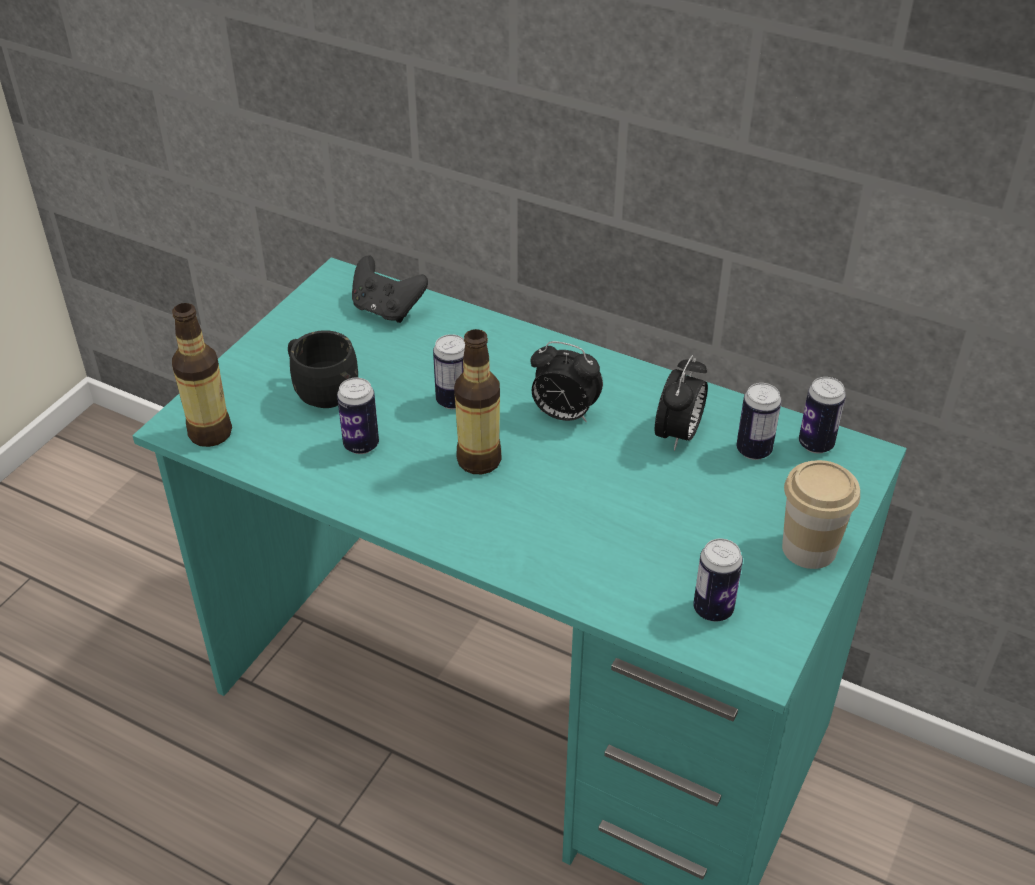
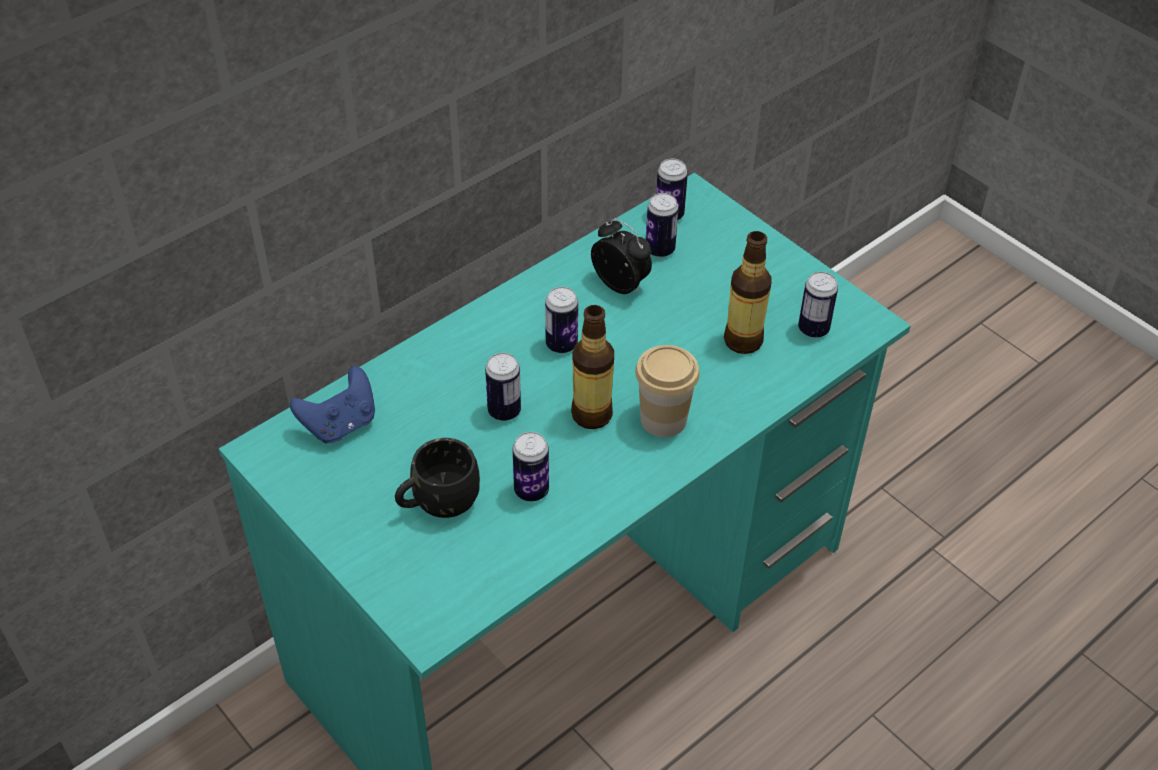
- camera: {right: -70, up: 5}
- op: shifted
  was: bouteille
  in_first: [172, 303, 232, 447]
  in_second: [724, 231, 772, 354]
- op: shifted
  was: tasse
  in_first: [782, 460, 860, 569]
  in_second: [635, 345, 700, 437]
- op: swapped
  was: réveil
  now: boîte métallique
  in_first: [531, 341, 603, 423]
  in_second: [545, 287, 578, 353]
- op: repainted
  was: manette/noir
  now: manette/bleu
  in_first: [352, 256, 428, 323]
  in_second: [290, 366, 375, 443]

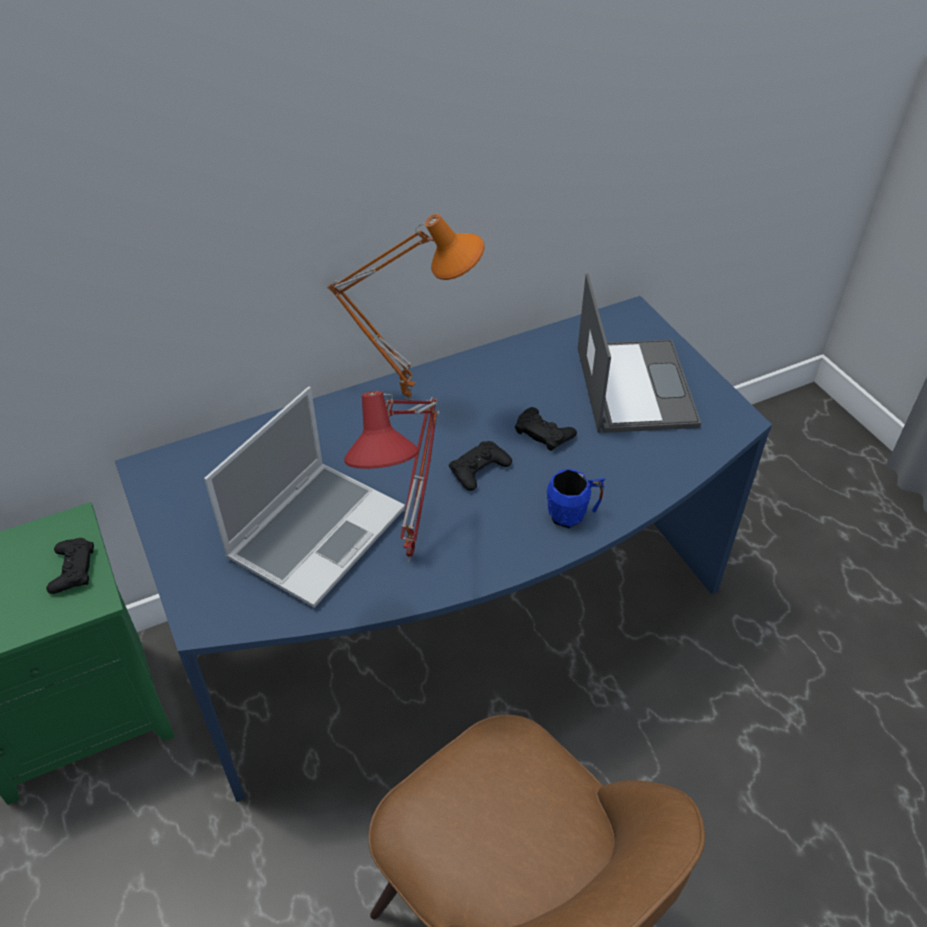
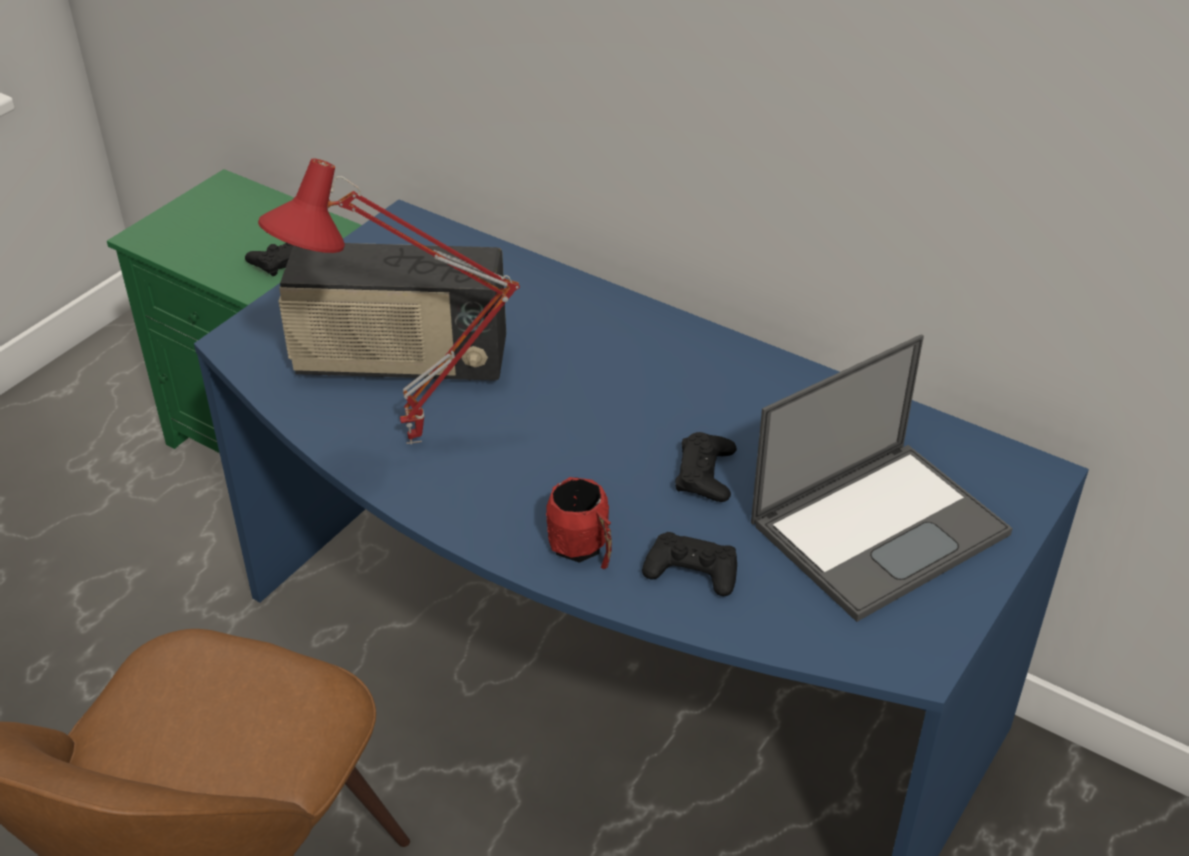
- camera: {right: 60, up: -5}
- op: gone
  was: lampe de table/orange
  in_first: [328, 214, 485, 400]
- op: shifted
  was: manette/noir
  in_first: [449, 441, 512, 491]
  in_second: [642, 532, 737, 596]
- op: swapped
  was: ordinateur portable
  now: radio
  in_first: [204, 386, 405, 608]
  in_second: [279, 243, 506, 381]
- op: repainted
  was: mug/bleu
  now: mug/rouge
  in_first: [547, 469, 605, 528]
  in_second: [546, 477, 612, 569]

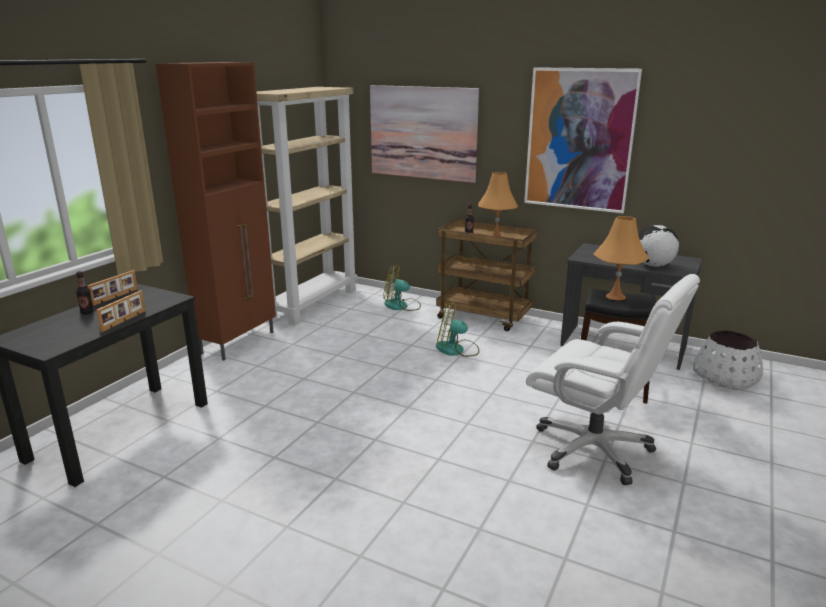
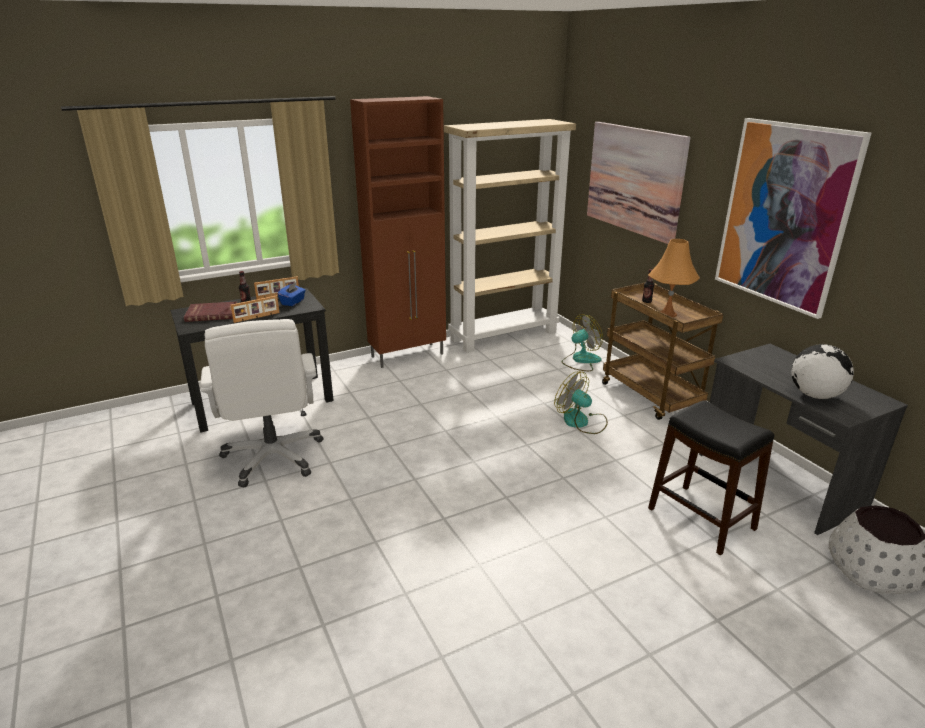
- camera: {right: 35, up: 5}
- op: gone
  was: lampe de table/orange
  in_first: [593, 216, 649, 301]
- op: new
  now: livre/rouge
  in_second: [184, 301, 237, 322]
- op: new
  now: boîte à mouchoirs/bleu
  in_second: [278, 282, 306, 306]
- op: shifted
  was: chaise de bureau/blanc
  in_first: [526, 274, 700, 485]
  in_second: [200, 319, 324, 488]
- op: rotated
  was: ventilateur
  in_first: [383, 265, 421, 311]
  in_second: [562, 314, 603, 371]
  clockwise: 105

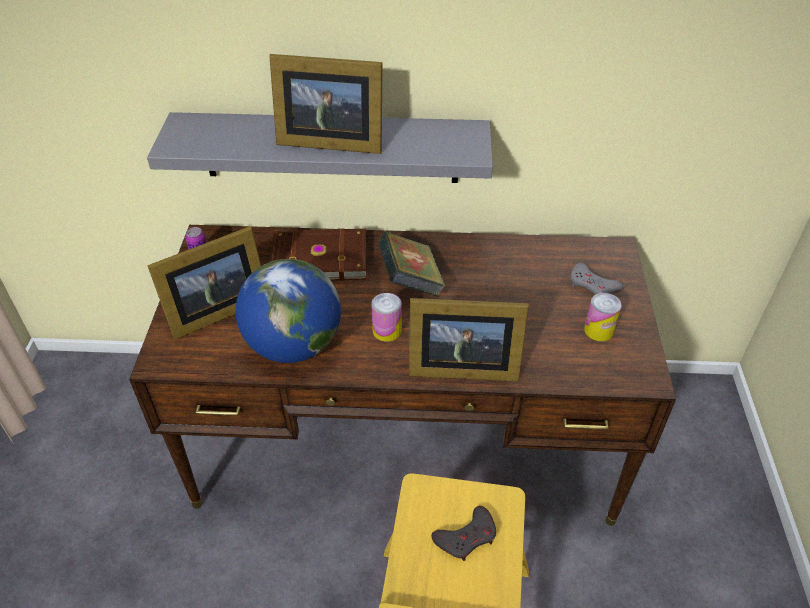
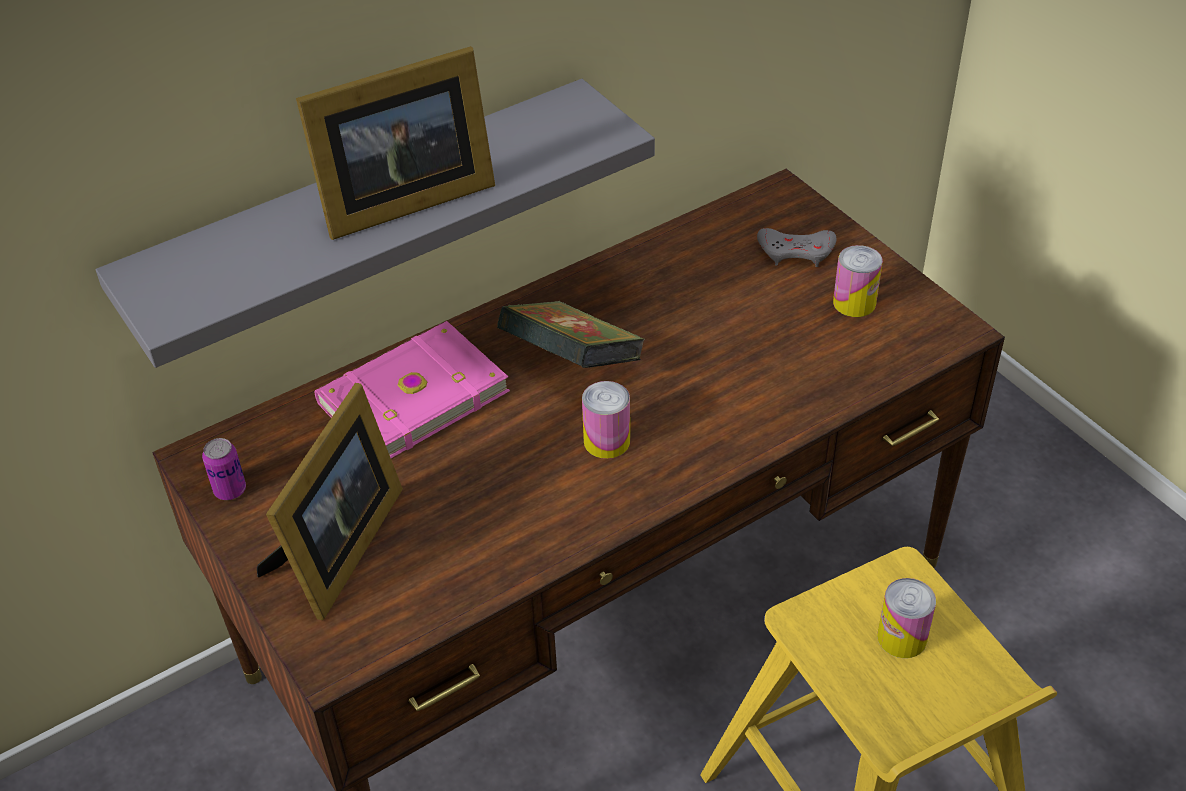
- camera: {right: -35, up: 0}
- op: gone
  was: globe
  in_first: [235, 259, 341, 363]
- op: gone
  was: cadre photo
  in_first: [409, 298, 529, 382]
- op: swapped
  was: manette/gris
  now: boîte métallique
  in_first: [431, 506, 496, 561]
  in_second: [877, 578, 936, 658]
- op: repainted
  was: livre/marron
  now: livre/rose
  in_first: [270, 228, 366, 281]
  in_second: [315, 321, 510, 458]

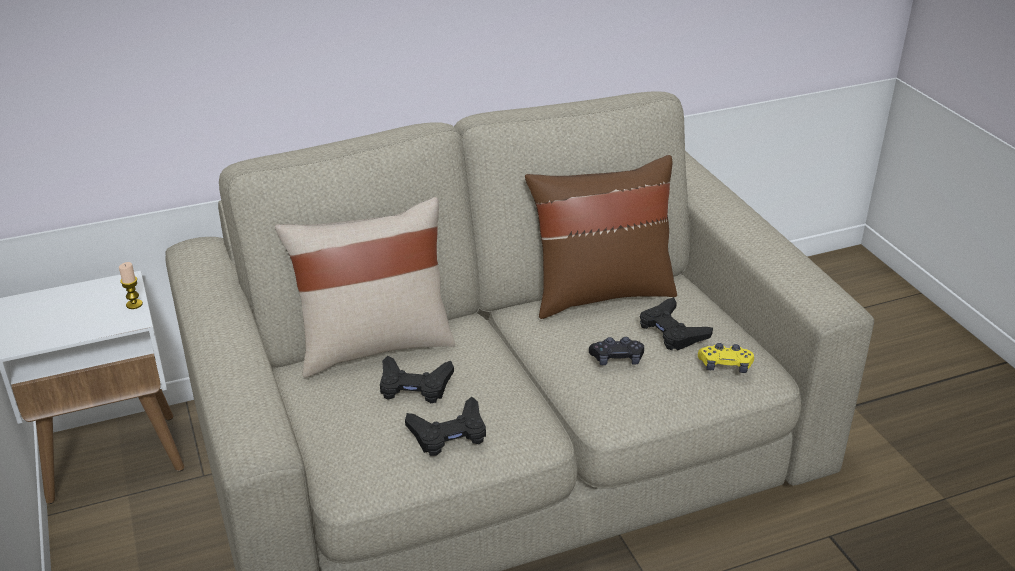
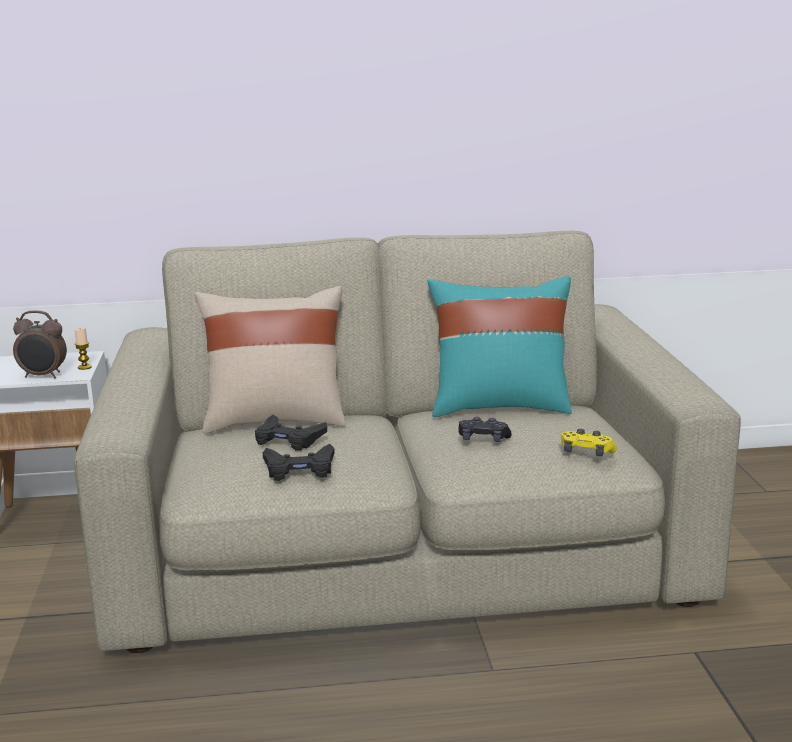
- camera: {right: 15, up: -15}
- op: gone
  was: manette/noir
  in_first: [640, 297, 713, 350]
- op: new
  now: réveil
  in_second: [13, 311, 67, 378]
- op: repainted
  was: coussin/marron
  now: coussin/turquoise
  in_first: [525, 155, 677, 319]
  in_second: [428, 276, 572, 417]

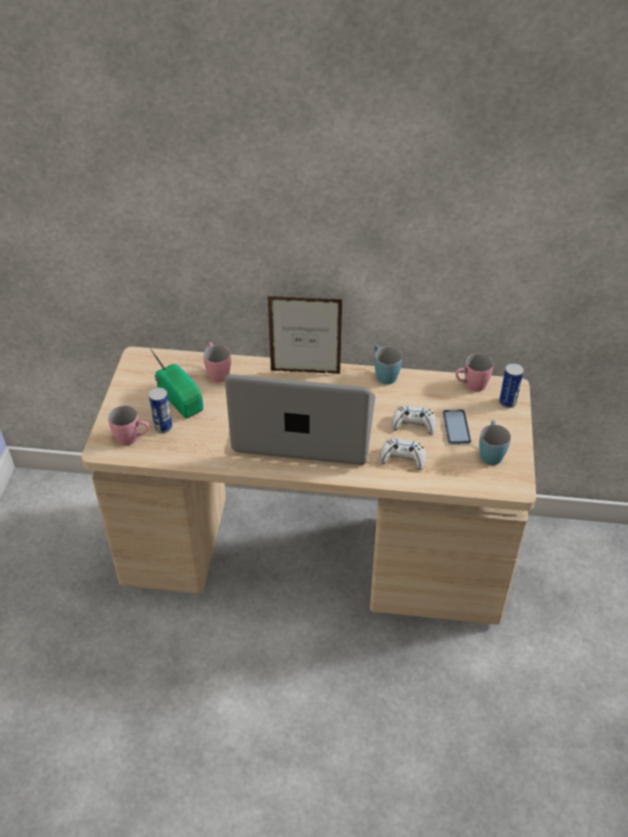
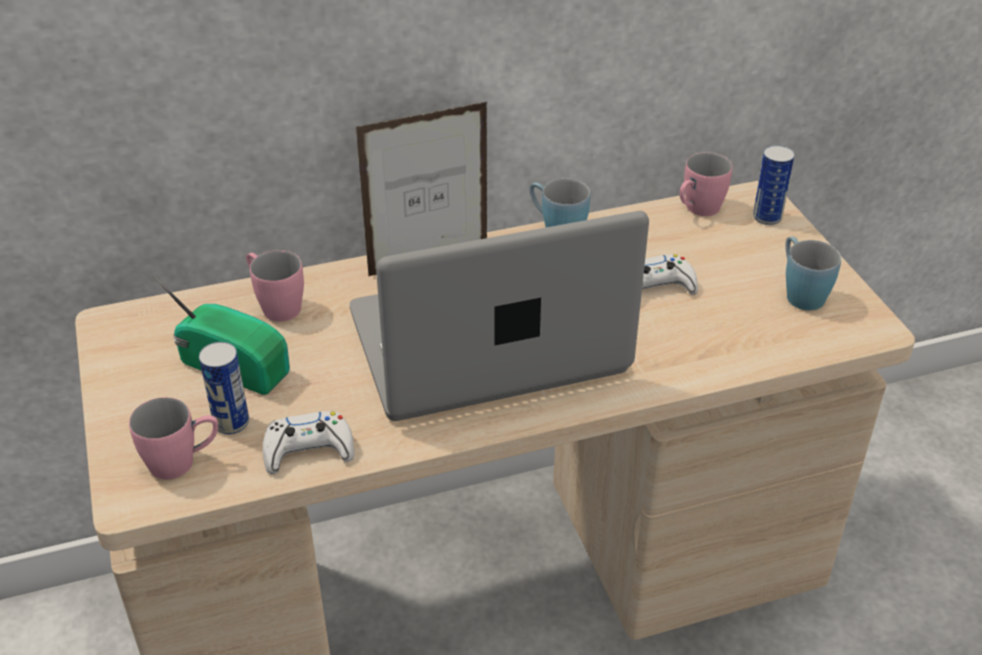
- camera: {right: -25, up: -5}
- op: gone
  was: téléphone
  in_first: [443, 409, 471, 445]
- op: shifted
  was: manette/blanc
  in_first: [379, 438, 426, 470]
  in_second: [263, 411, 354, 474]

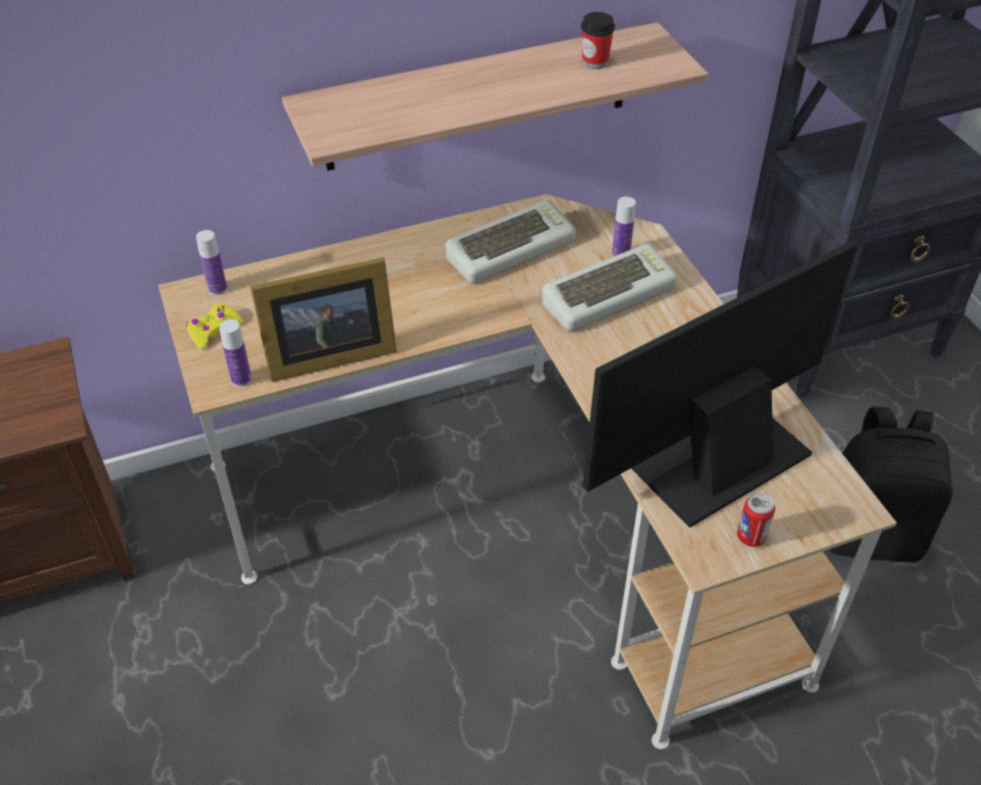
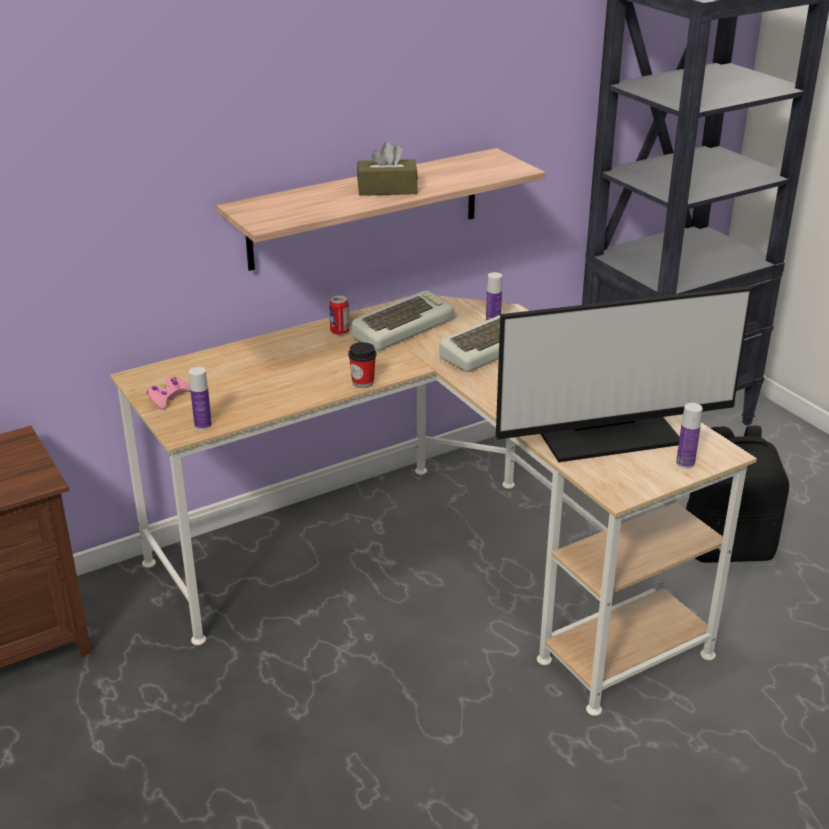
- camera: {right: -10, up: -15}
- op: gone
  was: cadre photo
  in_first: [250, 257, 397, 382]
- op: new
  now: boîte à mouchoirs/marron
  in_second: [357, 142, 418, 196]
- op: shifted
  was: bouteille
  in_first: [196, 230, 227, 295]
  in_second: [676, 403, 703, 468]
- op: shifted
  was: tasse
  in_first: [581, 12, 615, 69]
  in_second: [348, 342, 376, 388]
- op: shifted
  was: boîte métallique
  in_first: [737, 493, 775, 547]
  in_second: [329, 296, 349, 335]
- op: repainted
  was: manette/jaune
  now: manette/rose
  in_first: [186, 303, 243, 349]
  in_second: [147, 376, 190, 410]
- op: rotated
  was: écran d'ordinateur
  in_first: [582, 240, 857, 528]
  in_second: [496, 286, 752, 462]
  clockwise: -150

